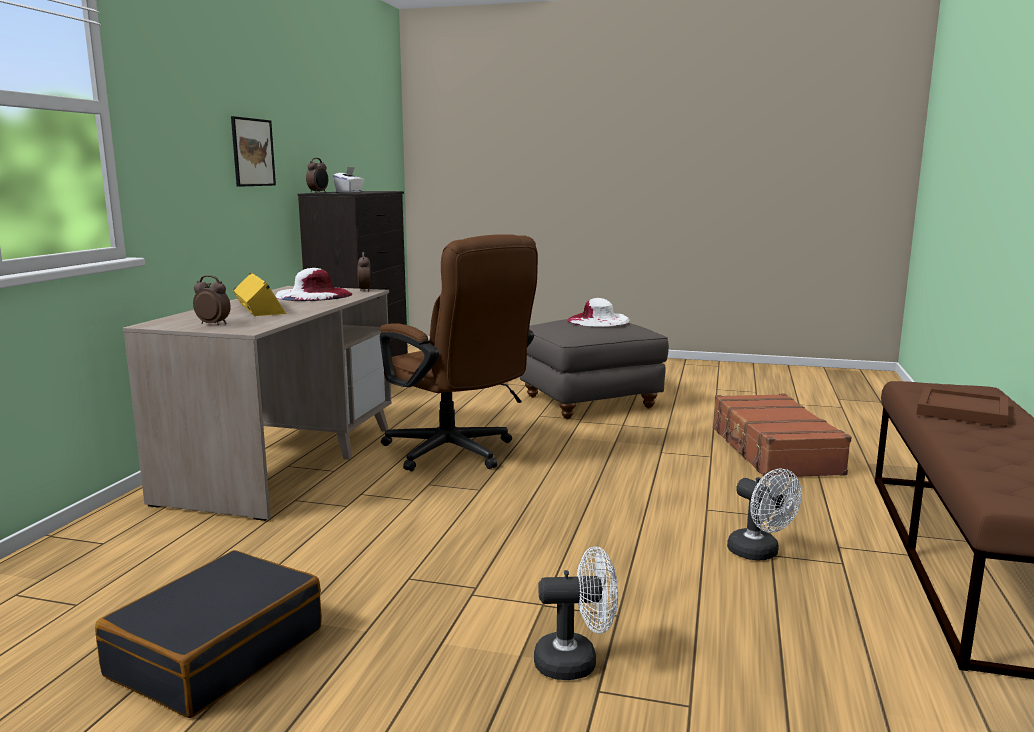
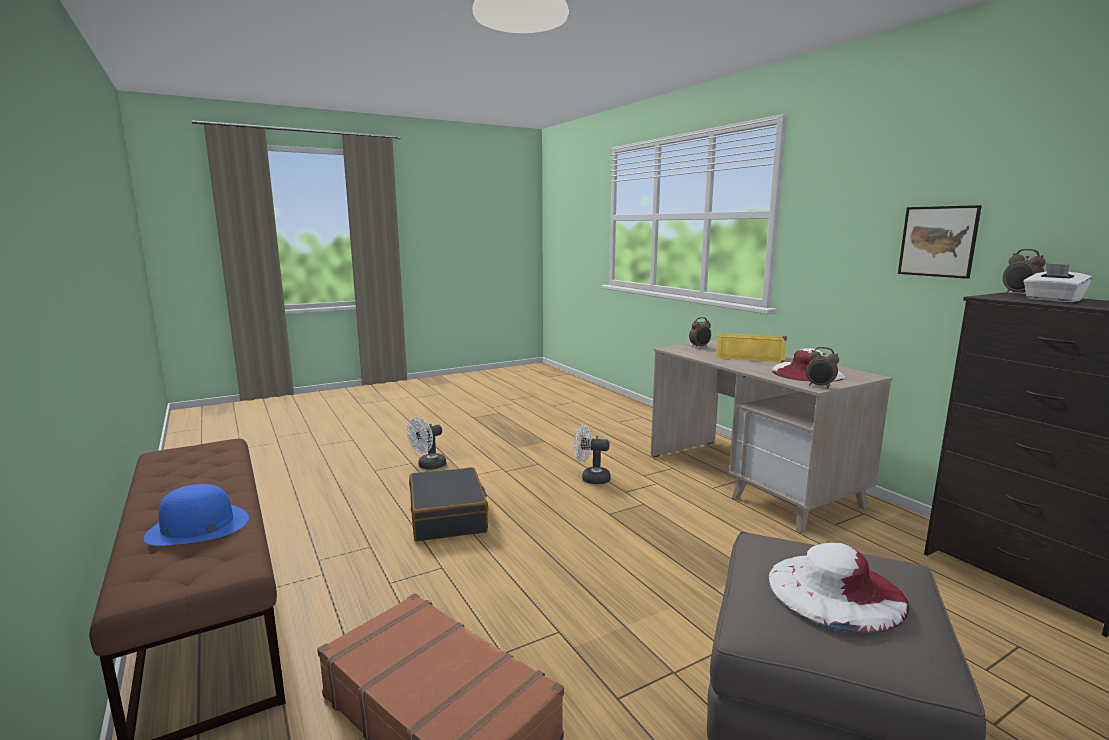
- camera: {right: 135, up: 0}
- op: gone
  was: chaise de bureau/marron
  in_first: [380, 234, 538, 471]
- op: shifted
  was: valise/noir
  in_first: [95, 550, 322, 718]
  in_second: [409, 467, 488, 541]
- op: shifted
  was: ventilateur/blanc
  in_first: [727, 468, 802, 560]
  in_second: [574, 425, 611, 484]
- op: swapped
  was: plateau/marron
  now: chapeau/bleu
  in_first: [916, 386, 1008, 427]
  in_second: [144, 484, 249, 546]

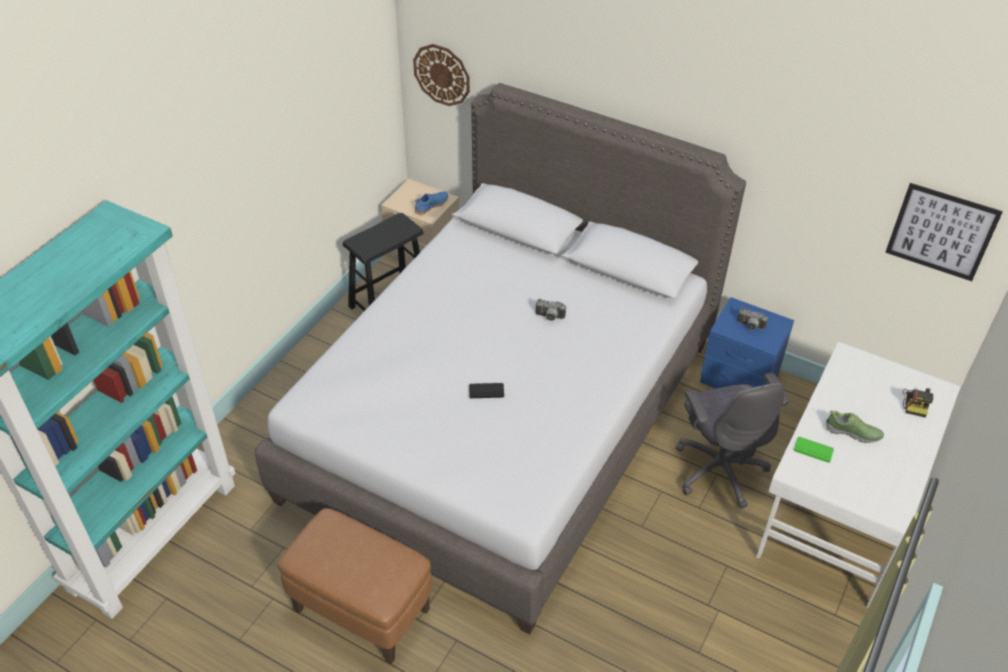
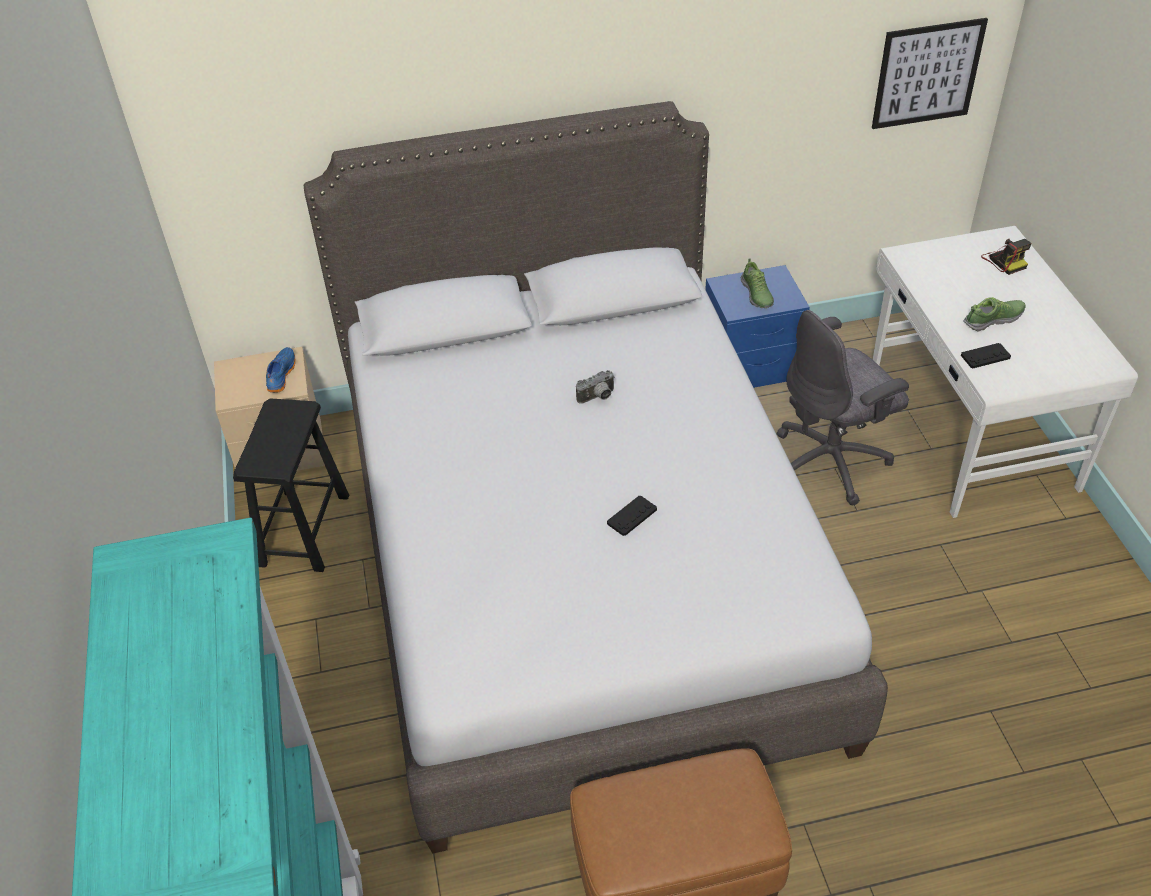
- camera: {right: -40, up: 0}
- op: gone
  was: horloge murale
  in_first: [413, 44, 470, 106]
- op: swapped
  was: appareil photo
  now: chaussure
  in_first: [737, 308, 768, 330]
  in_second: [741, 259, 774, 308]
- op: repainted
  was: manette/vert
  now: manette/noir
  in_first: [794, 437, 834, 463]
  in_second: [961, 343, 1011, 368]
- op: rotated
  was: chaise de bureau/gris
  in_first: [675, 373, 789, 509]
  in_second: [777, 310, 909, 505]
  clockwise: 120

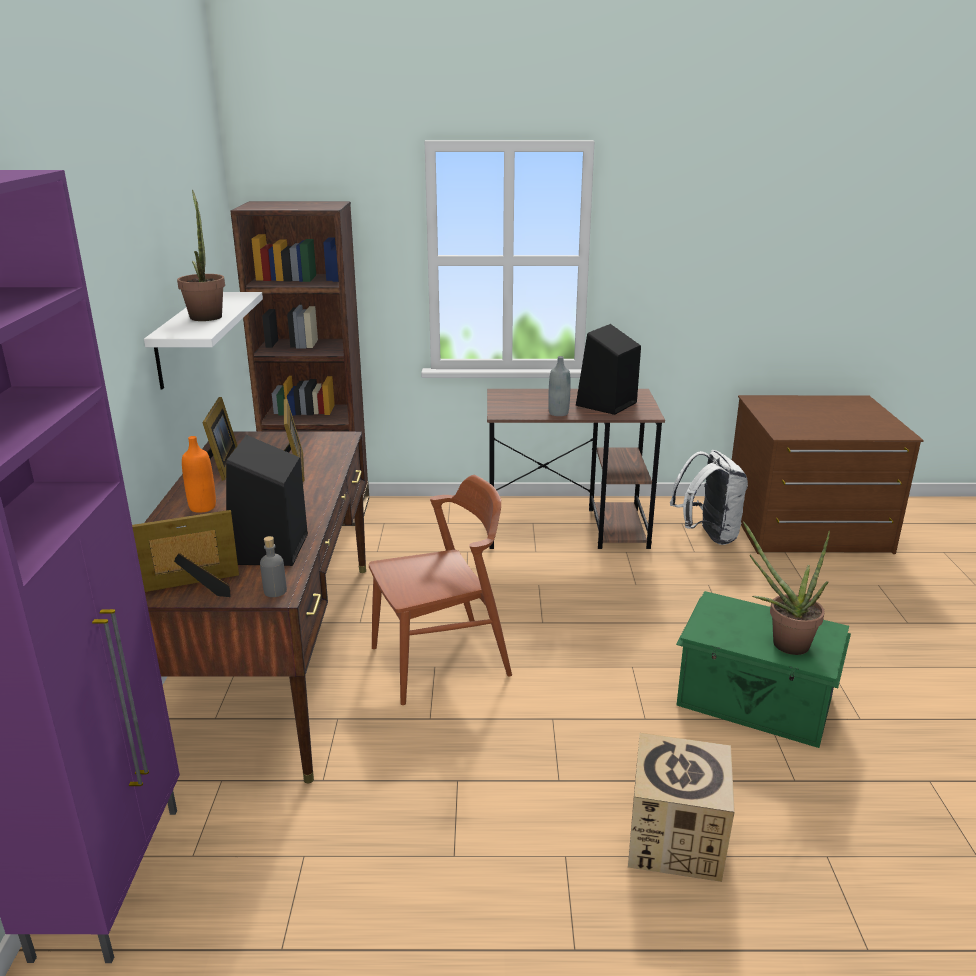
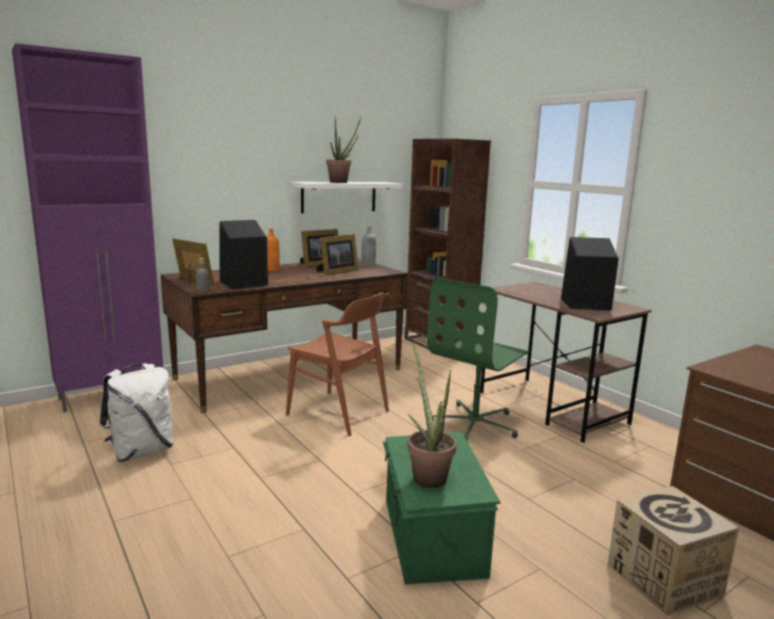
- camera: {right: 55, up: -10}
- op: new
  now: chaise de bureau/vert
  in_second: [427, 277, 529, 440]
- op: shifted
  was: bouteille/gris
  in_first: [548, 356, 571, 416]
  in_second: [362, 227, 376, 267]
- op: shifted
  was: carton
  in_first: [628, 733, 735, 882]
  in_second: [607, 486, 739, 615]
- op: shifted
  was: sac à dos/blanc
  in_first: [670, 450, 748, 545]
  in_second: [99, 363, 173, 462]

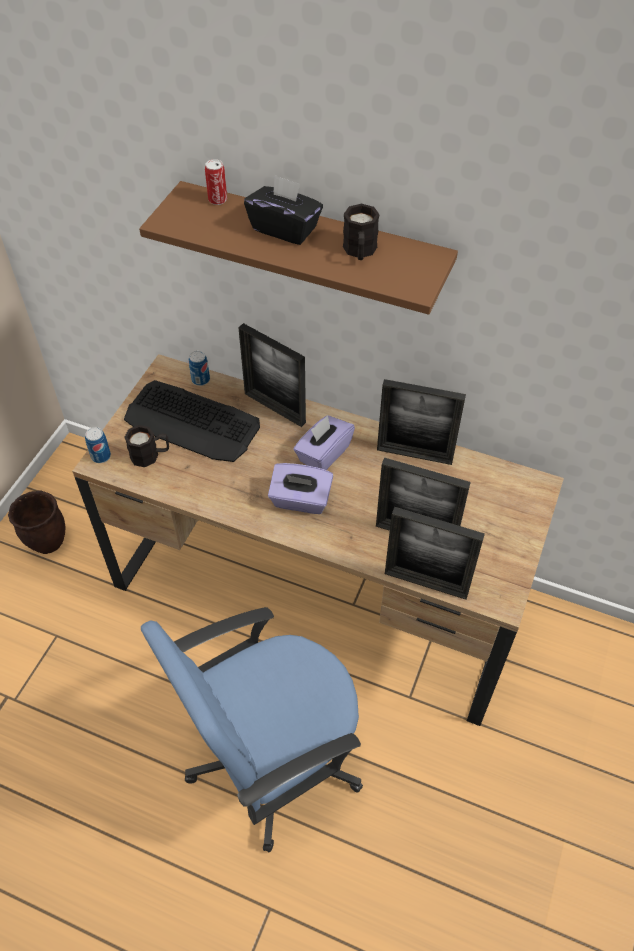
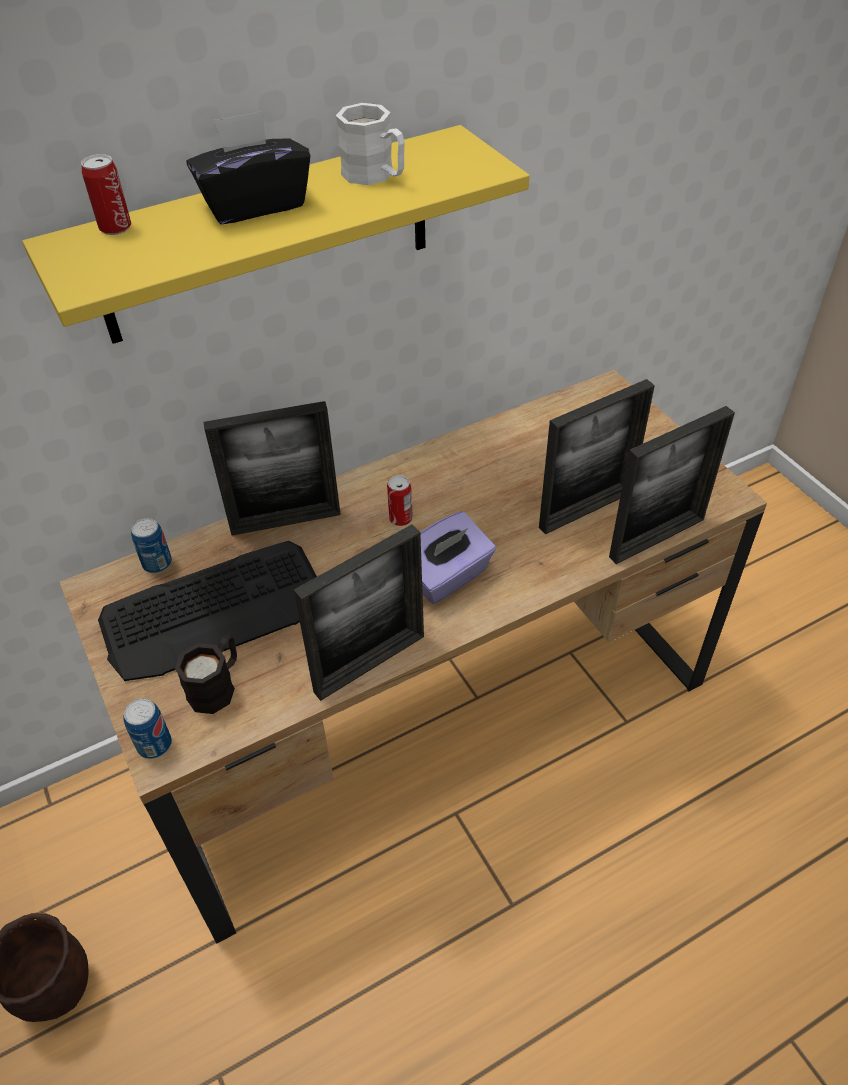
- camera: {right: -50, up: -5}
- op: gone
  was: chaise de bureau/bleu
  in_first: [141, 607, 363, 852]
- op: shifted
  was: cadre photo
  in_first: [377, 379, 466, 465]
  in_second: [294, 524, 424, 701]
- op: swapped
  was: boîte à mouchoirs/violet
  now: boîte métallique
  in_first: [293, 415, 355, 470]
  in_second: [387, 475, 413, 526]
- op: repainted
  was: étagère/marron
  now: étagère/jaune
  in_first: [139, 181, 458, 315]
  in_second: [23, 125, 530, 344]
- op: repainted
  was: mug/noir
  now: mug/blanc
  in_first: [343, 204, 380, 260]
  in_second: [336, 103, 405, 185]

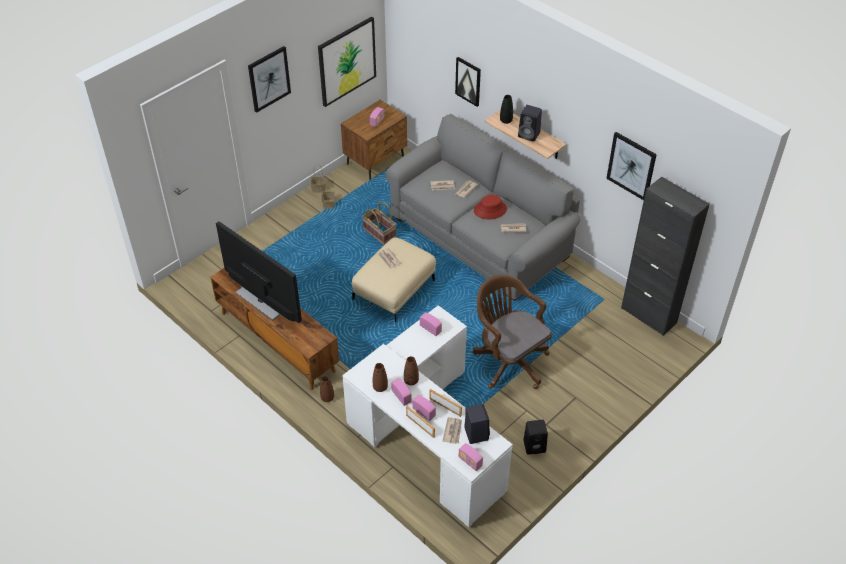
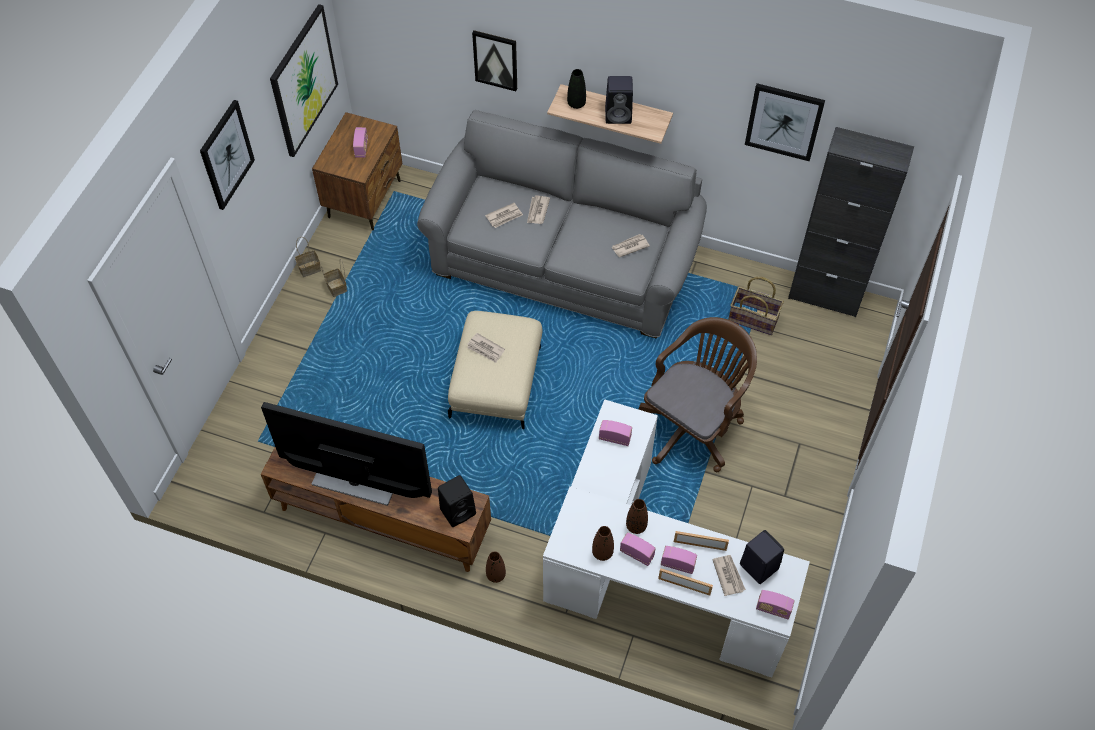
- camera: {right: -25, up: 10}
- op: gone
  was: chapeau/rouge
  in_first: [474, 195, 507, 219]
- op: shifted
  was: panier
  in_first: [362, 201, 397, 245]
  in_second: [728, 277, 784, 335]
- op: shifted
  was: enceinte/noir
  in_first: [523, 420, 548, 455]
  in_second: [438, 475, 476, 527]
- op: rotated
  was: chaise de bureau/marron
  in_first: [473, 274, 552, 389]
  in_second: [639, 317, 757, 472]
  clockwise: 105

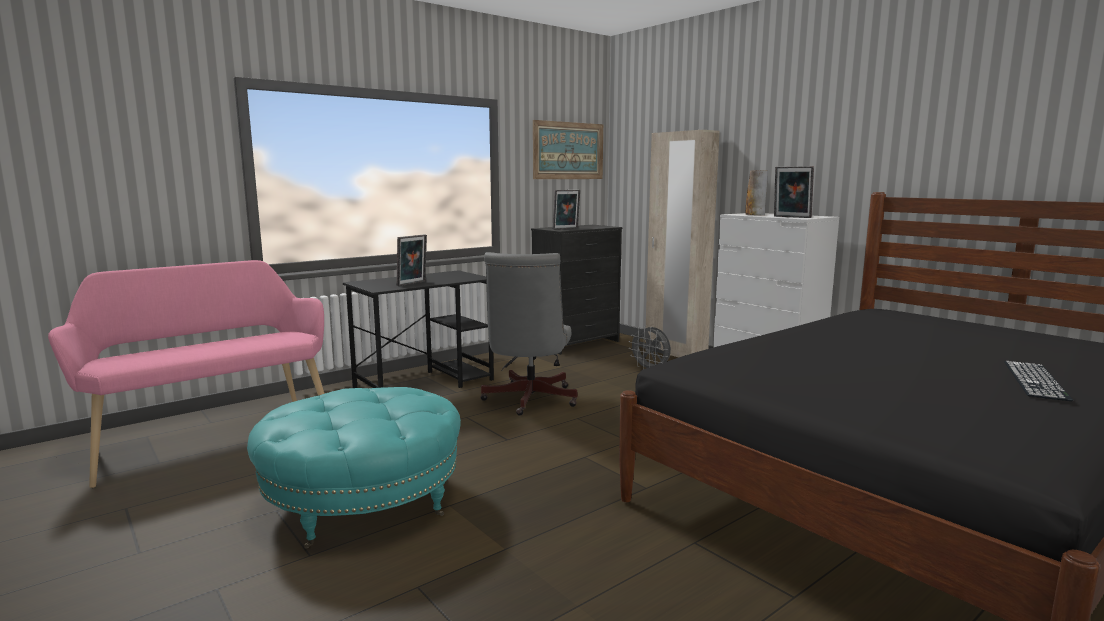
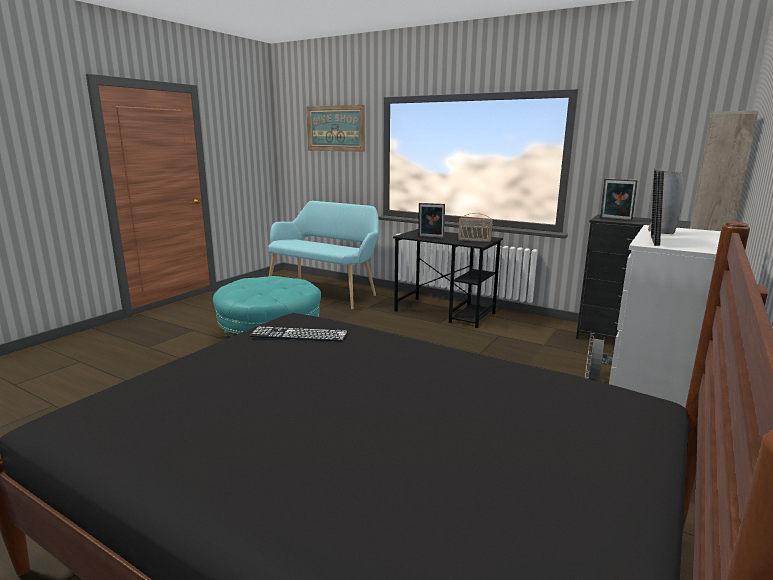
- camera: {right: 70, up: 5}
- op: gone
  was: chaise de bureau/gris
  in_first: [480, 252, 578, 416]
- op: new
  now: radio
  in_second: [458, 213, 493, 242]
- op: shifted
  was: tableau
  in_first: [533, 120, 603, 179]
  in_second: [306, 105, 365, 152]
- op: shifted
  was: clavier
  in_first: [1004, 361, 1073, 401]
  in_second: [250, 326, 348, 341]
- op: repainted
  was: banc/rose
  now: banc/turquoise
  in_first: [48, 260, 325, 488]
  in_second: [268, 201, 379, 310]

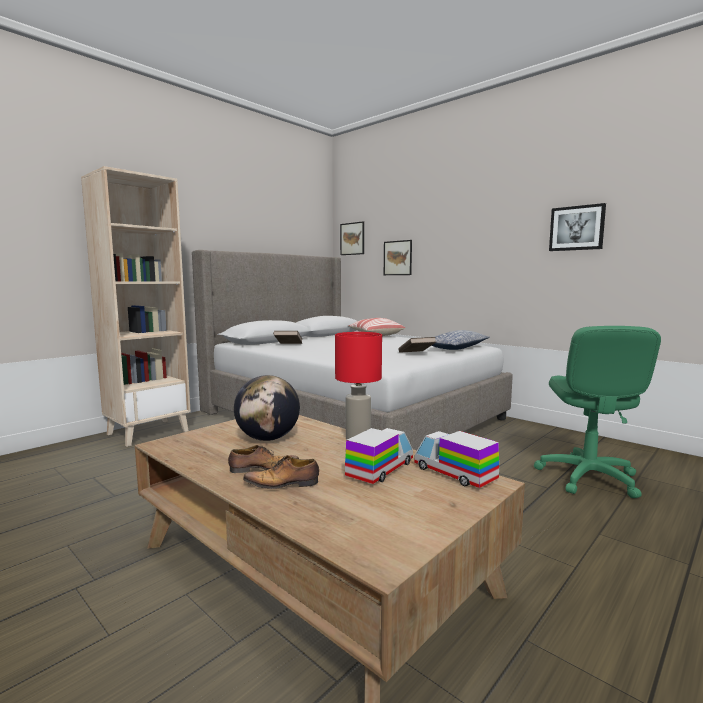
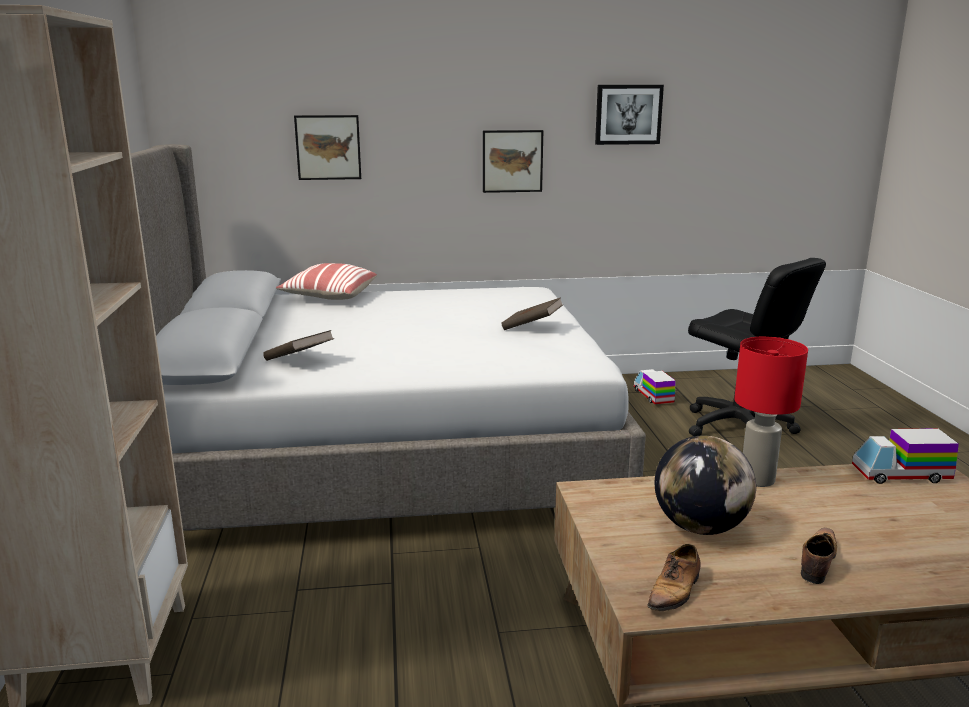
- camera: {right: -50, up: 10}
- op: gone
  was: coussin
  in_first: [432, 330, 490, 350]
- op: shifted
  was: chaussure
  in_first: [243, 455, 319, 489]
  in_second: [647, 544, 701, 611]
- op: shifted
  was: tableau
  in_first: [340, 221, 364, 255]
  in_second: [483, 130, 543, 193]
- op: shifted
  was: camion jouet
  in_first: [345, 428, 413, 484]
  in_second: [634, 369, 676, 404]
- op: repainted
  was: chaise de bureau/vert
  now: chaise de bureau/noir
  in_first: [534, 326, 661, 498]
  in_second: [688, 258, 826, 436]

